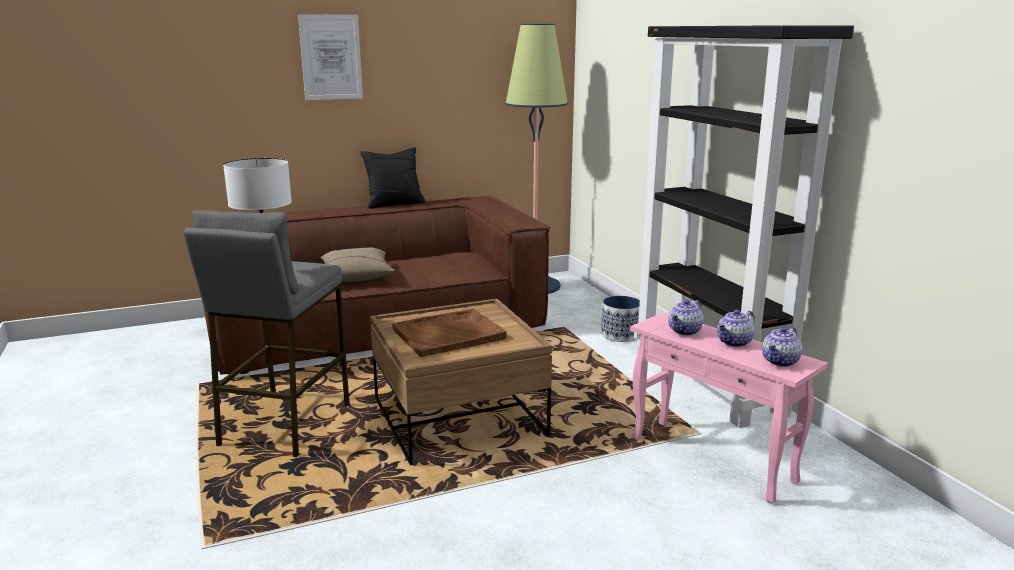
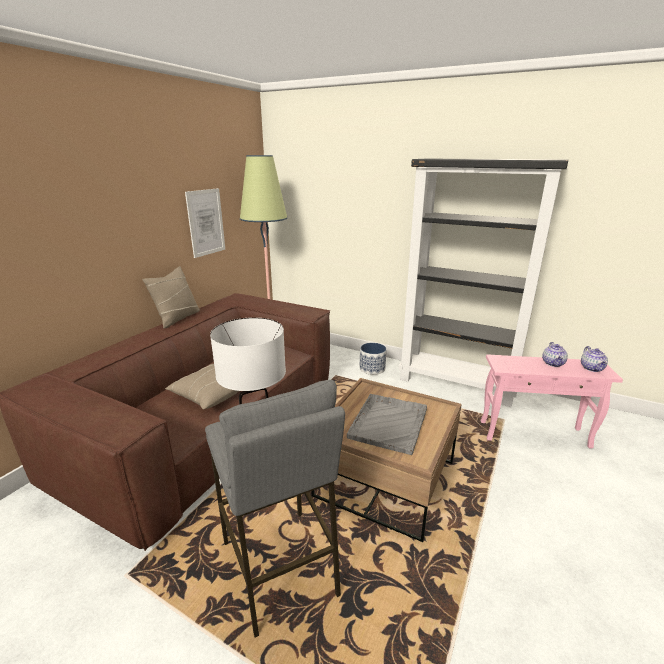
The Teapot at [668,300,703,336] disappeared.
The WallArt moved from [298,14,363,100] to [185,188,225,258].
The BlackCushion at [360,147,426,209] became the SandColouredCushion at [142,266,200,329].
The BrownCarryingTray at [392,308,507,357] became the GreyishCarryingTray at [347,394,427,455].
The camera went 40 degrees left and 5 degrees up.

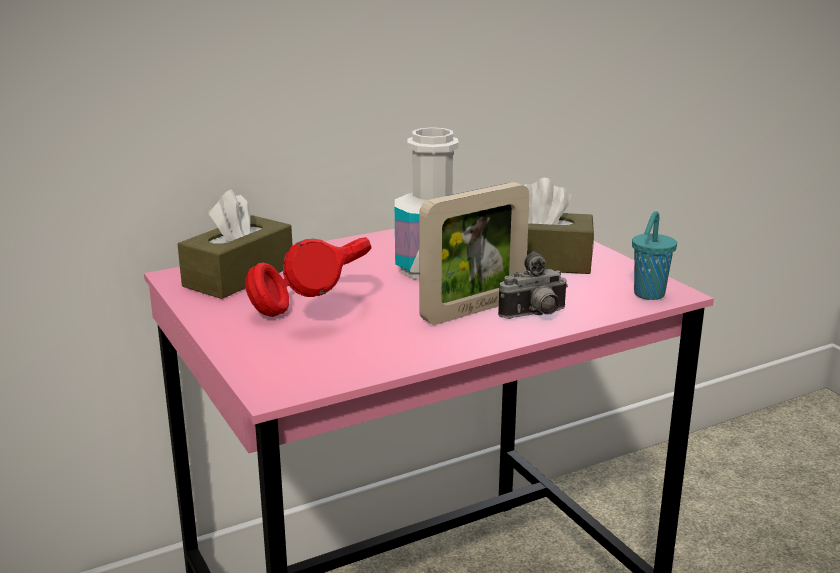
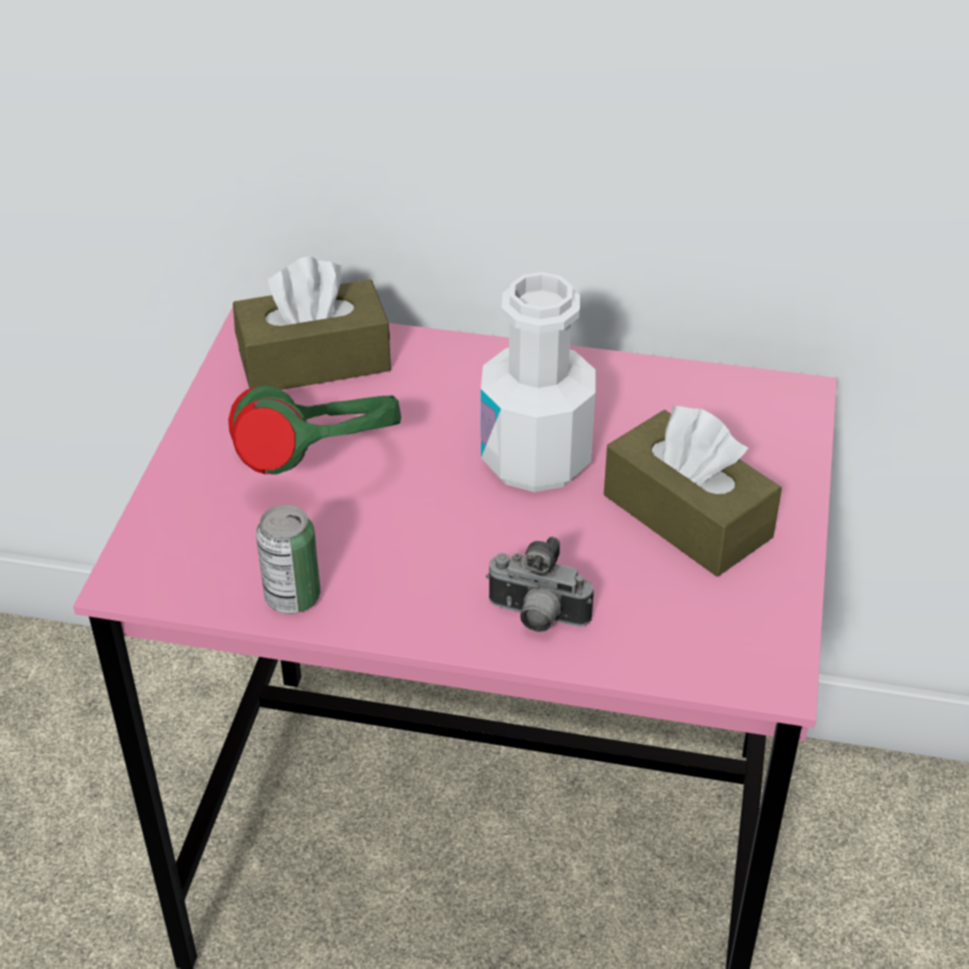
The PictureFrame at [419,182,530,325] disappeared.
The TurquoiseColouredDrinkingCup at [632,211,677,300] disappeared.
The SealedCan at [256,505,321,614] appeared.
The RedColouredHeadphones at [245,237,372,317] became the GreenColouredHeadphones at [228,386,401,474].
The camera went 40 degrees right and 20 degrees up.

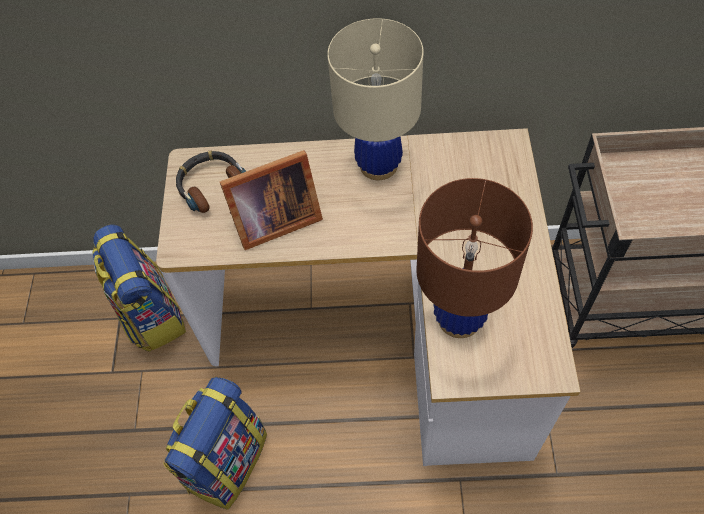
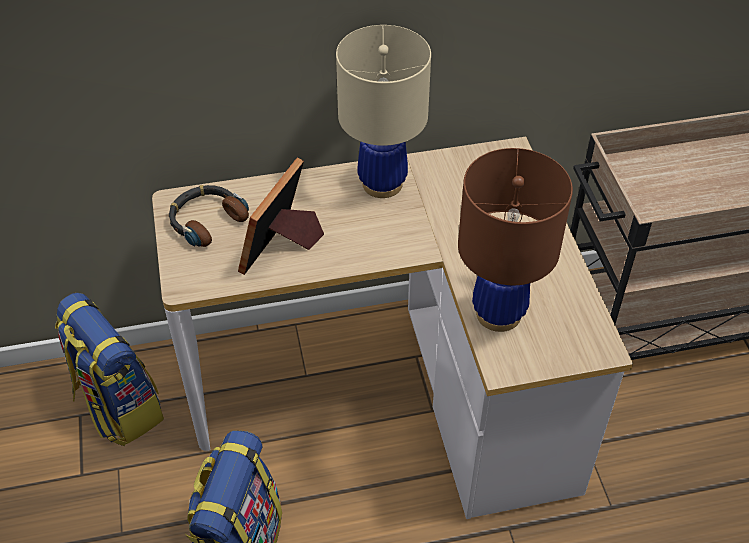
The PictureFrame at [220,150,323,250] turned 150 degrees clockwise.
The camera went 15 degrees left and 10 degrees down.

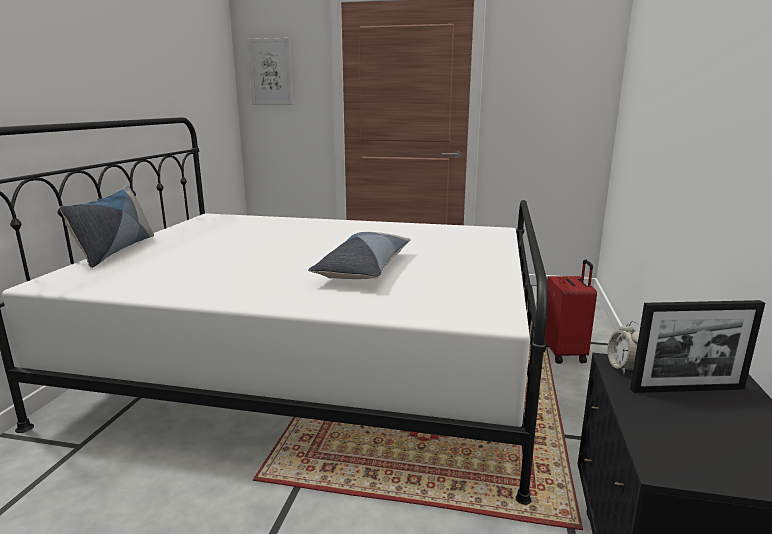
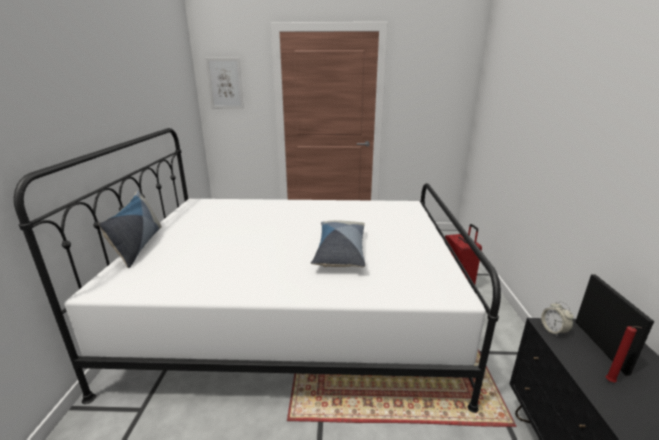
The RedColouredWaxCandle at [606,326,642,382] appeared.
The PictureFrame at [630,300,765,393] turned 75 degrees counterclockwise.
The camera went 10 degrees left and 5 degrees up.

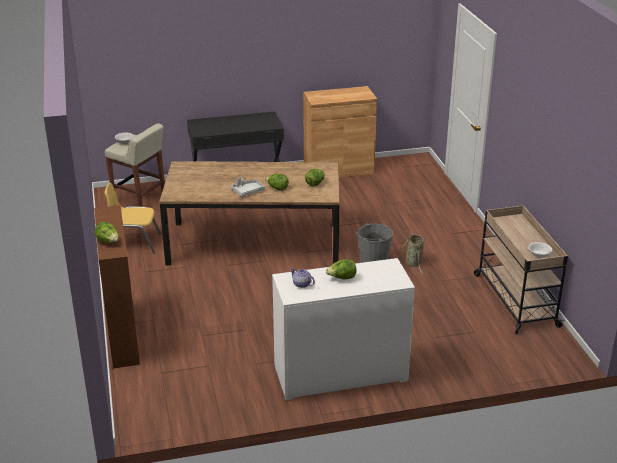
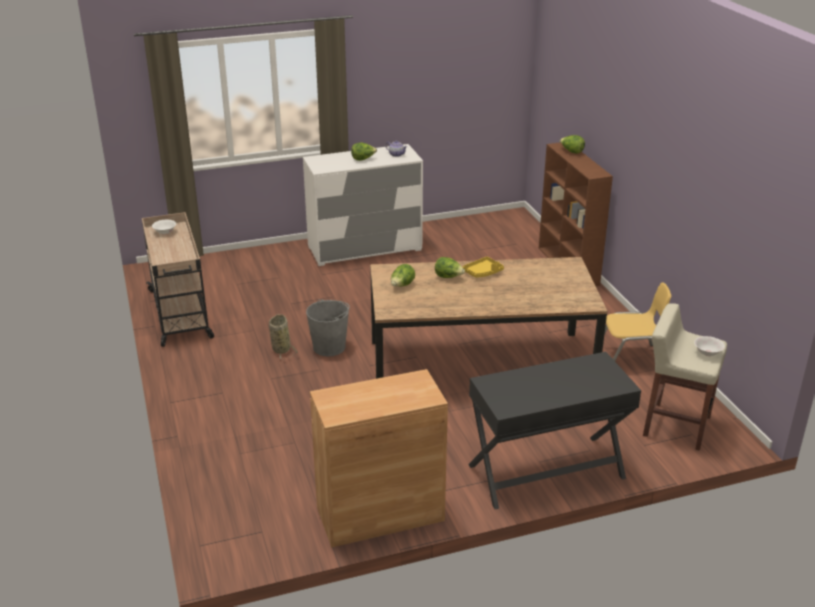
The GreyishCarryingTray at [231,178,265,196] became the YellowColouredCarryingTray at [463,257,504,278].
The camera went 175 degrees right and 0 degrees up.

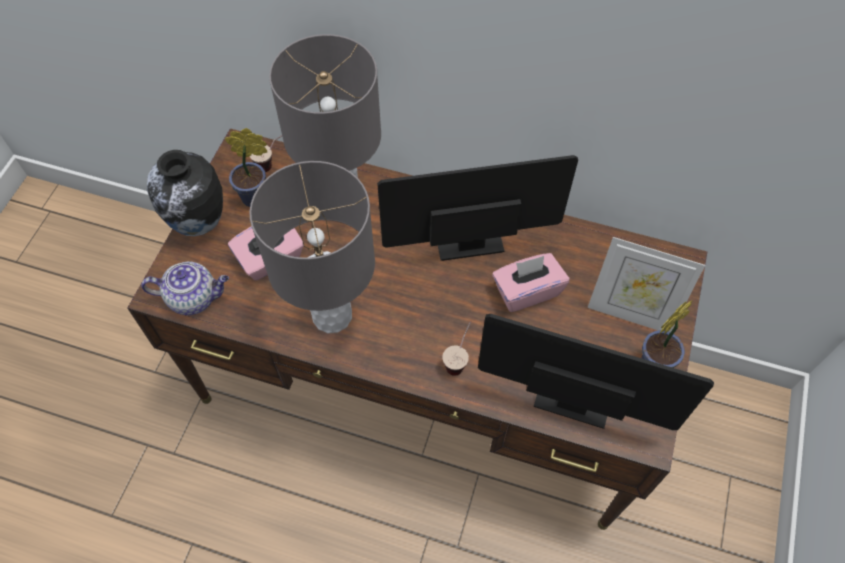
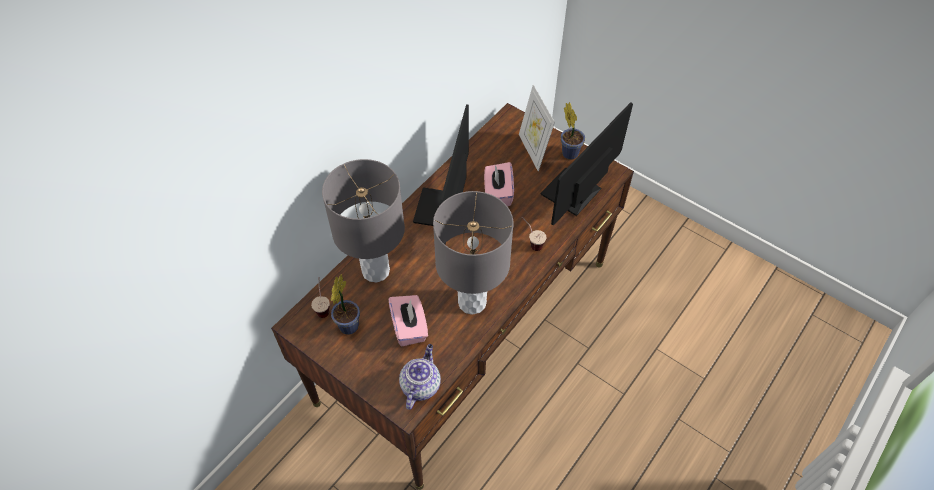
The FlowerVase at [147,150,223,236] disappeared.
The PictureFrame at [588,237,705,332] turned 120 degrees clockwise.
The camera went 70 degrees left and 5 degrees down.

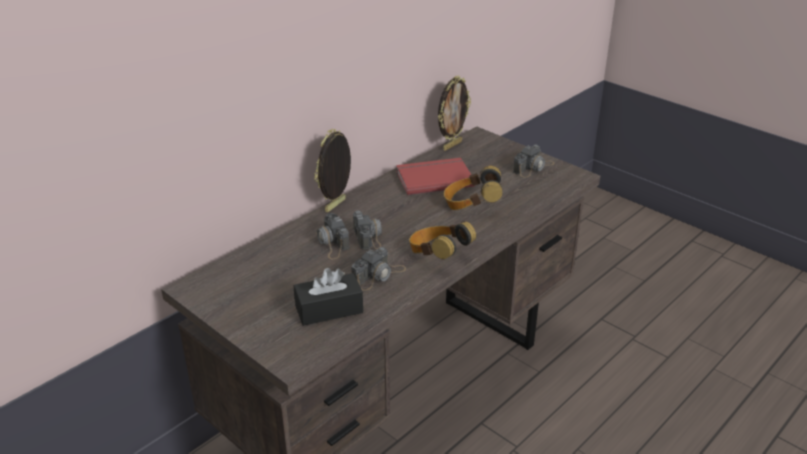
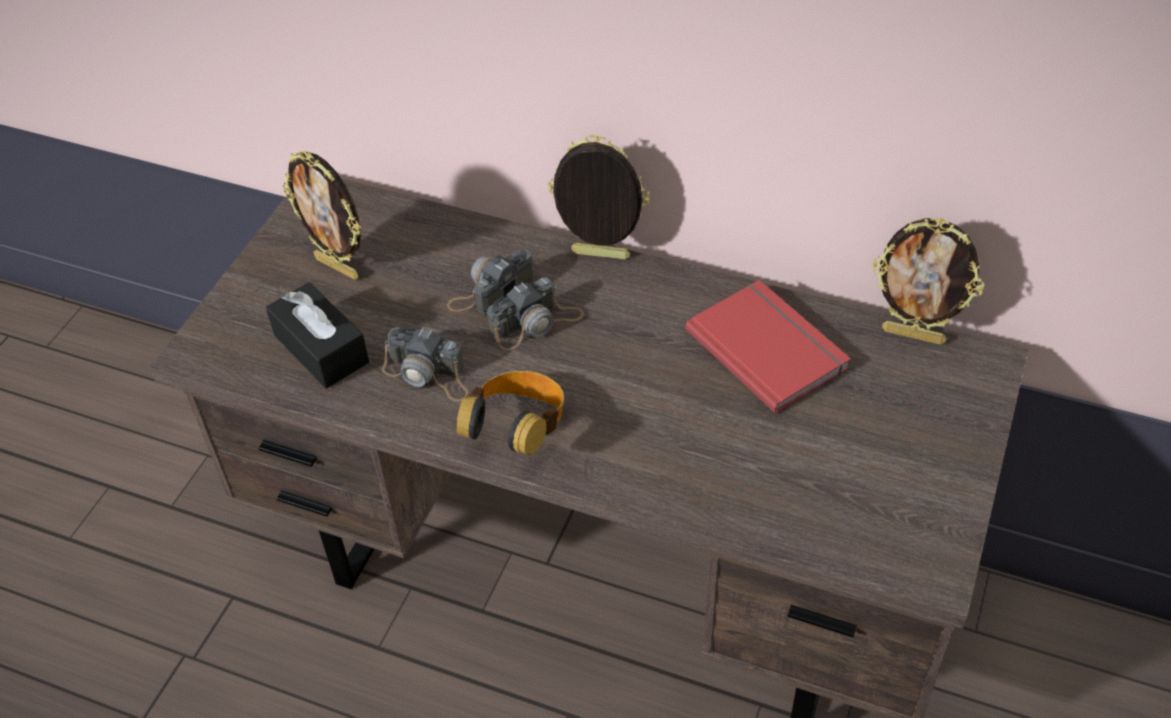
The Headphones at [444,166,502,210] disappeared.
The StillCamera at [513,145,554,178] disappeared.
The PictureFrame at [282,151,361,280] appeared.
The camera went 70 degrees right and 15 degrees up.

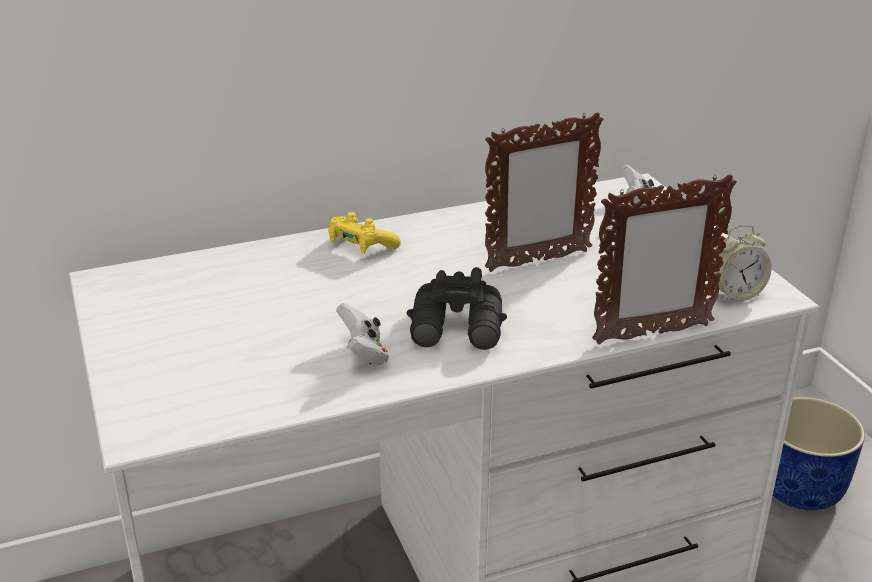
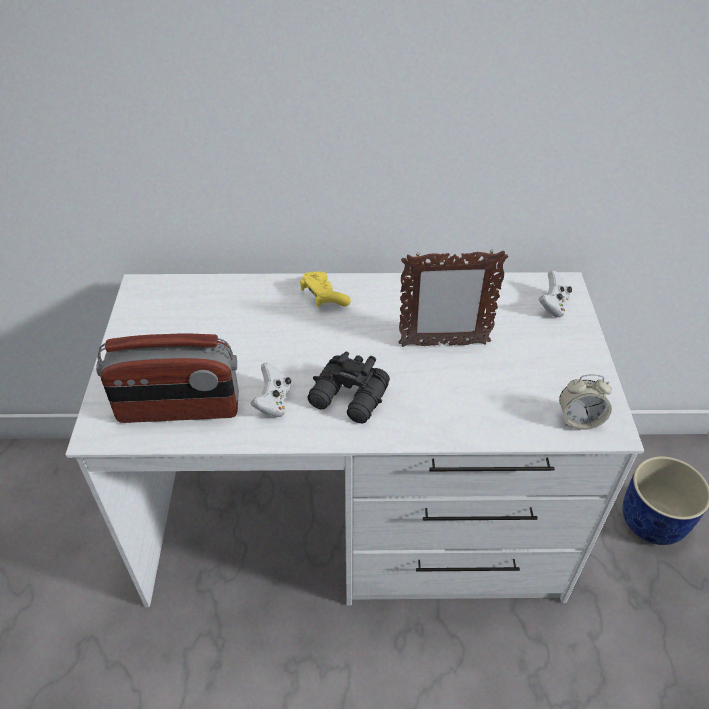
The PictureFrame at [592,174,737,344] disappeared.
The RadioReceiver at [96,333,239,423] appeared.
The camera went 20 degrees right and 15 degrees up.

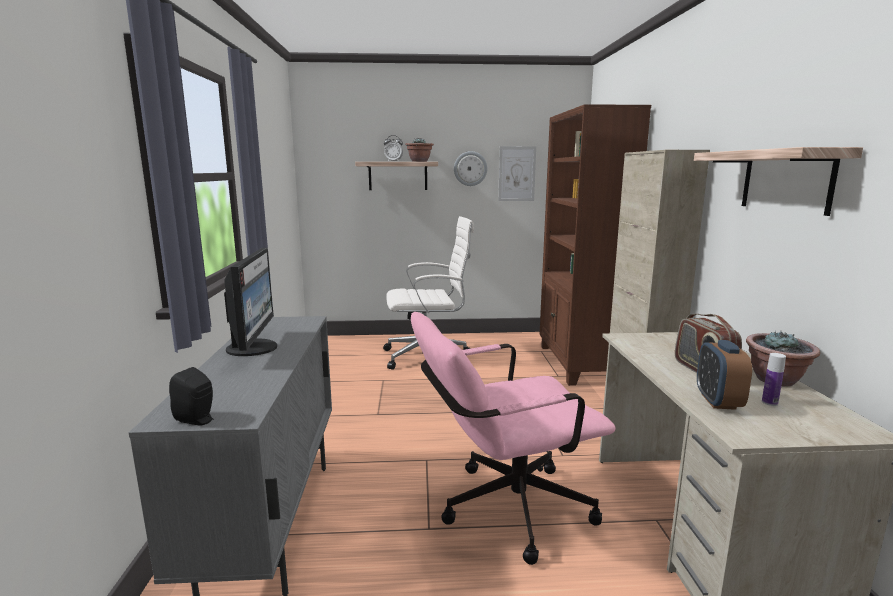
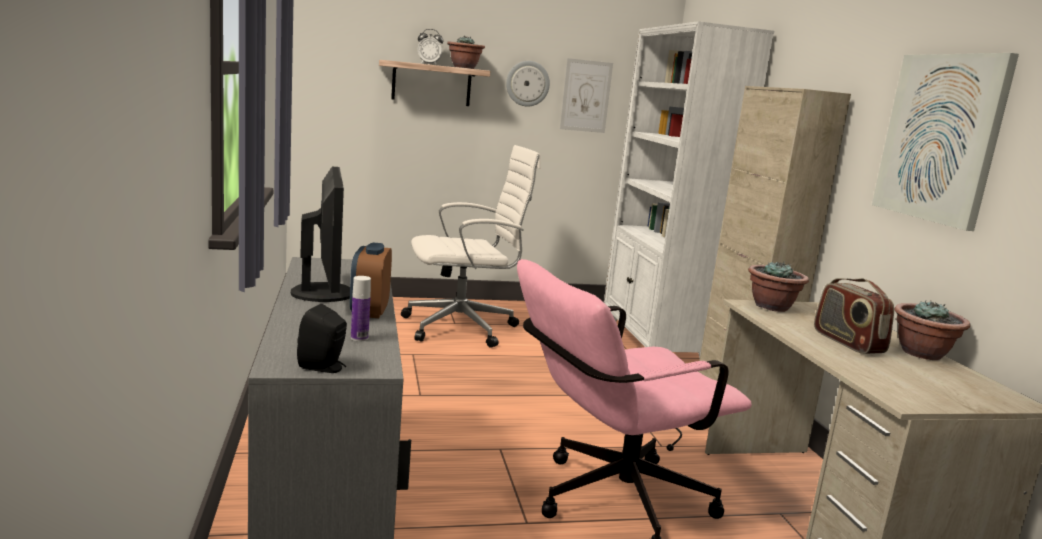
The PottedPlant at [748,261,809,312] appeared.
The BedsideClock moved from [697,340,752,410] to [350,243,392,318].
The DrinkBottle moved from [762,353,786,406] to [351,276,371,341].
The WallShelf at [694,147,863,216] was replaced by the WallArt at [872,53,1019,231].
The BrownBookshelf at [539,104,651,386] became the WhiteBookshelf at [604,21,774,358].
The camera went 10 degrees left and 0 degrees up.

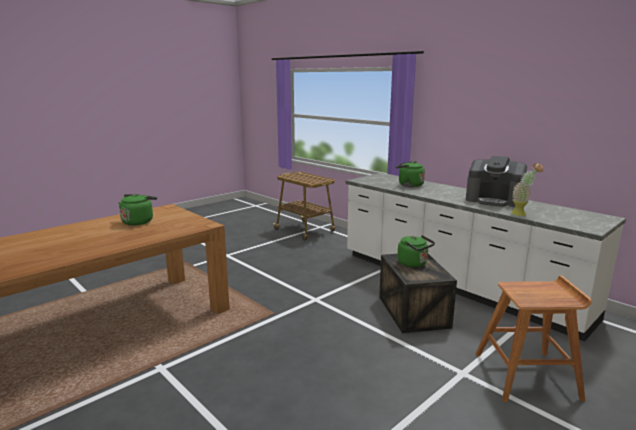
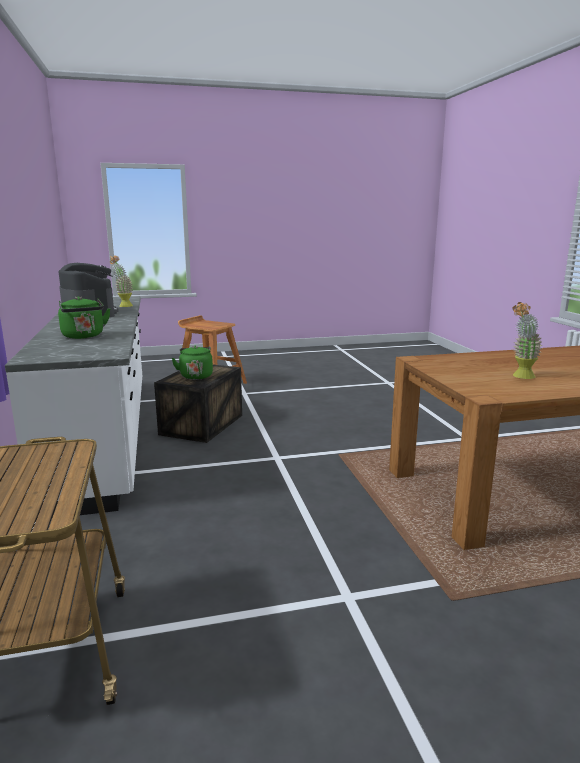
The GreenColouredTeaKettle at [118,194,157,225] was replaced by the PottedPlant at [512,302,543,379].
The camera went 150 degrees left and 0 degrees up.

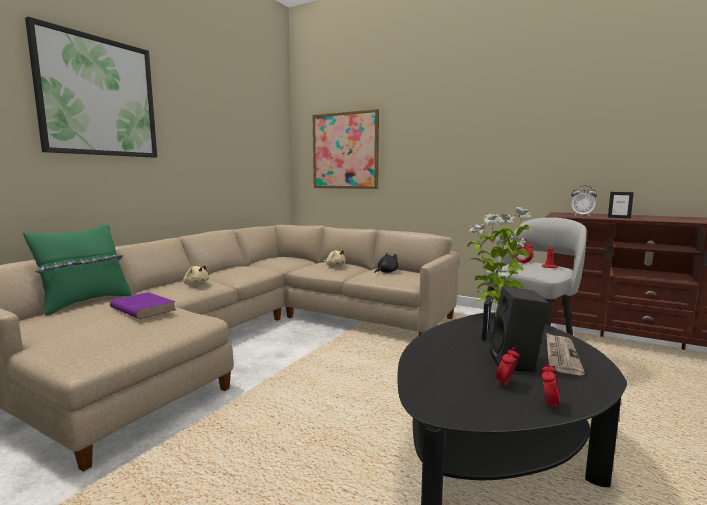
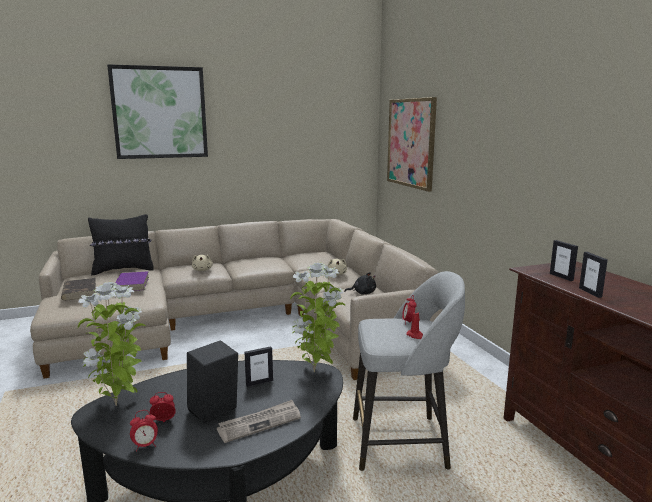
The BrownBook at [61,278,96,301] appeared.
The PottedPlant at [78,282,146,406] appeared.
The BedsideClock at [571,185,597,216] was replaced by the PictureFrame at [550,240,578,281].
The GreenColouredCushion at [23,224,131,316] became the BlackCushion at [88,214,154,276].
The camera went 40 degrees right and 5 degrees up.

